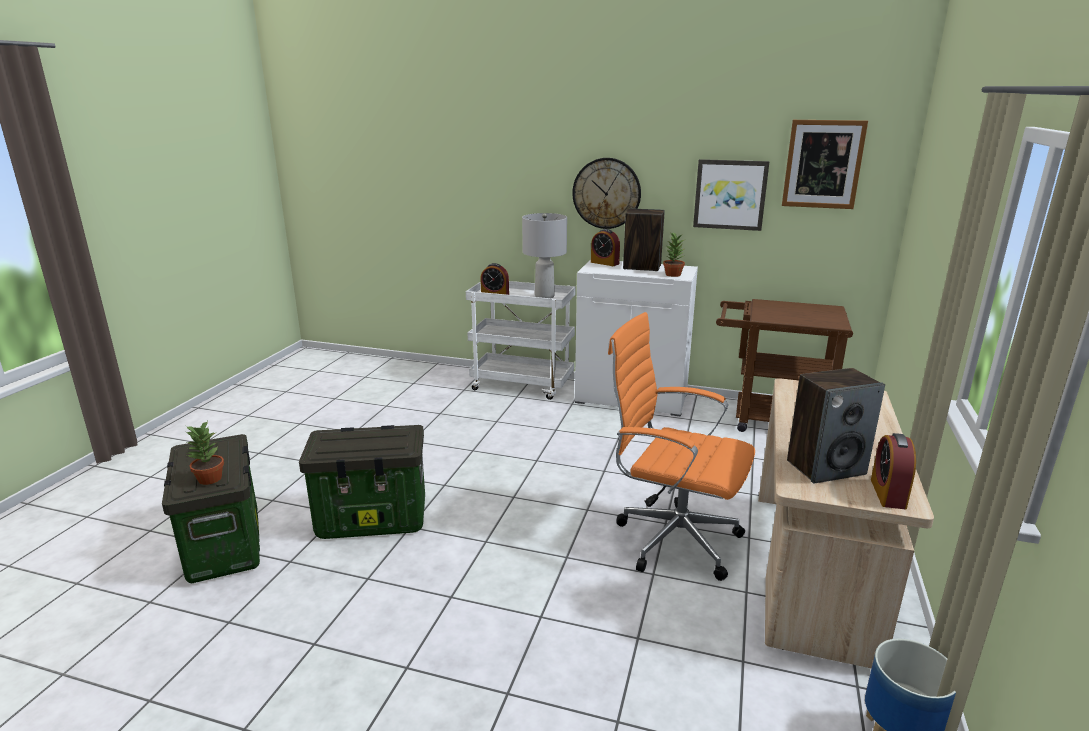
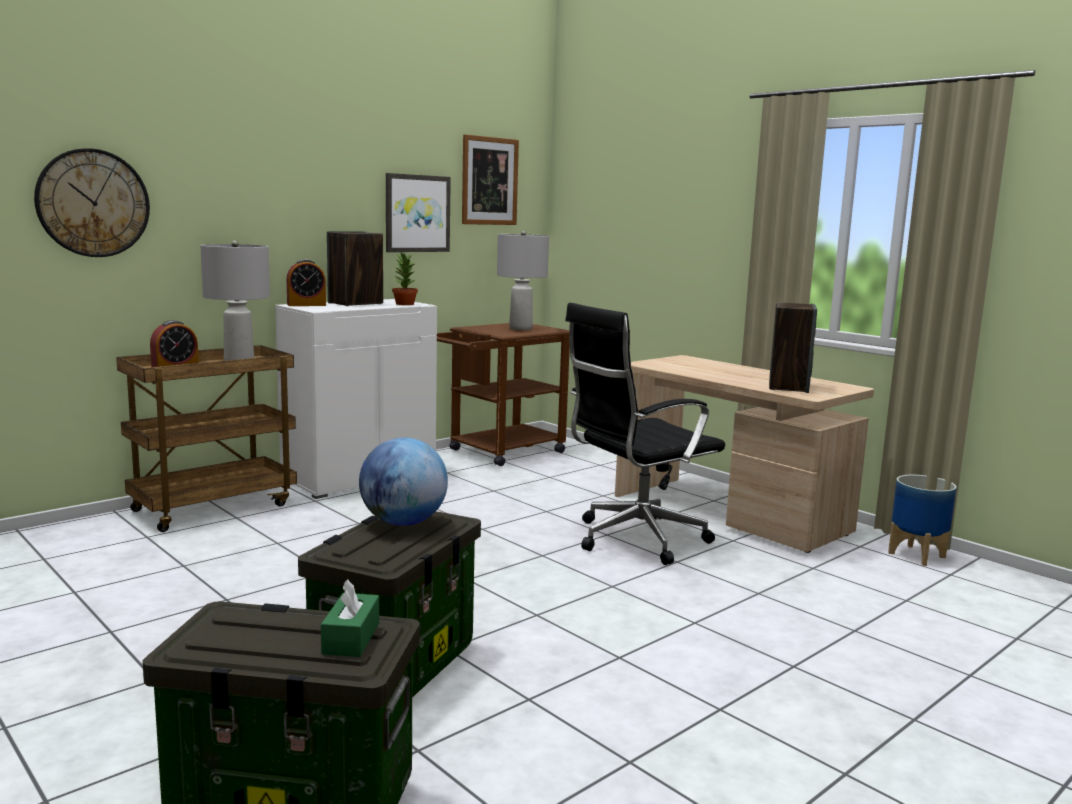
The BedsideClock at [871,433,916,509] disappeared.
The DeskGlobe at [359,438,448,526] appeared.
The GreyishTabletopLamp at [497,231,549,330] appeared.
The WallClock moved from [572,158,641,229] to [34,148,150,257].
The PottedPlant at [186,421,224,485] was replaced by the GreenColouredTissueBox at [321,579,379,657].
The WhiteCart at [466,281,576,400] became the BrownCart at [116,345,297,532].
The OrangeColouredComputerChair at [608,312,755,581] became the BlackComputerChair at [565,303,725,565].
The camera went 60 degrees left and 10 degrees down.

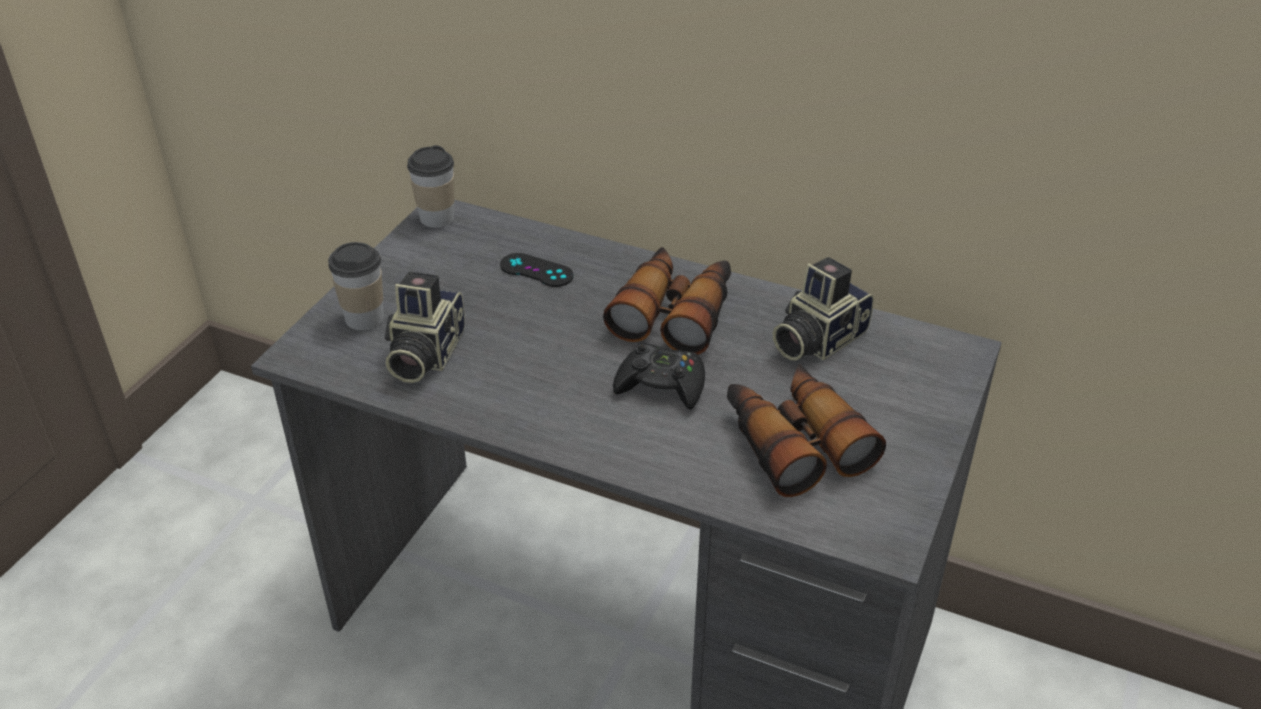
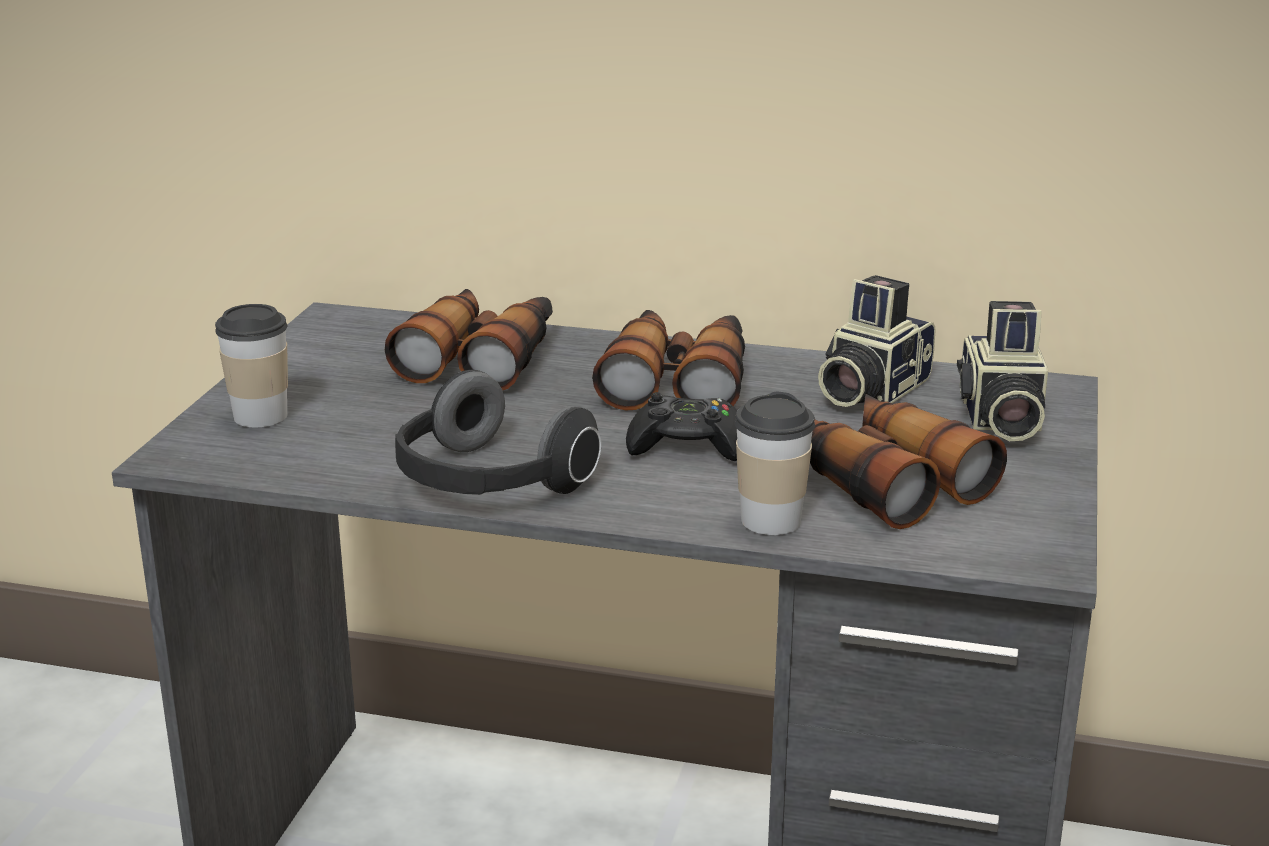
The Headphones at [395,370,601,495] appeared.
The StillCamera moved from [384,271,465,383] to [957,301,1048,441].
The DrinkingCup moved from [407,145,455,228] to [734,392,815,535].
The BlackGameController at [500,253,573,287] was replaced by the PairOfBinoculars at [385,289,553,390].
The camera went 10 degrees left and 15 degrees down.

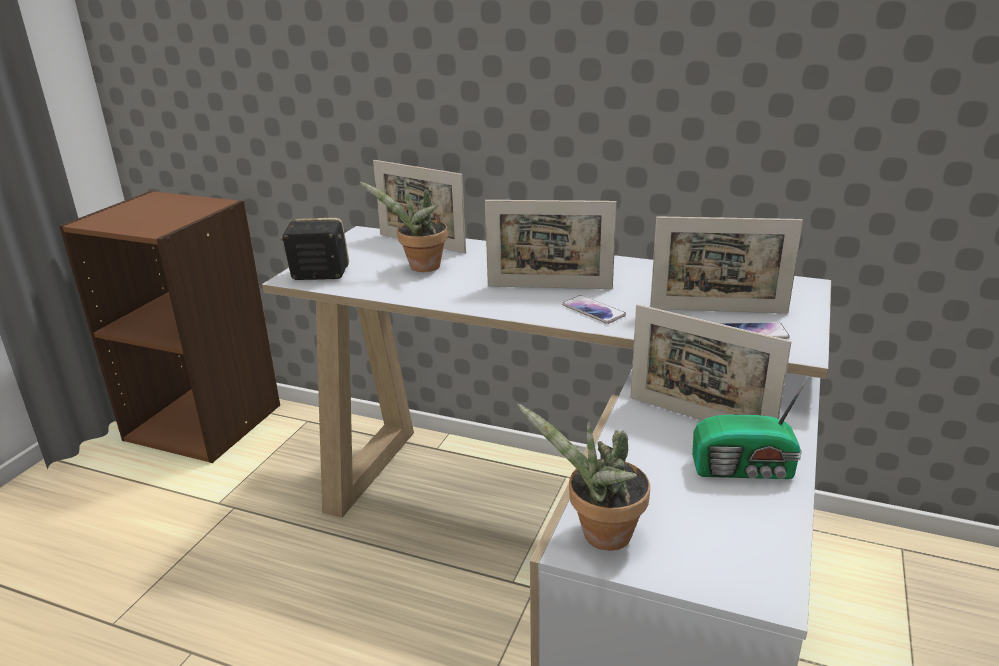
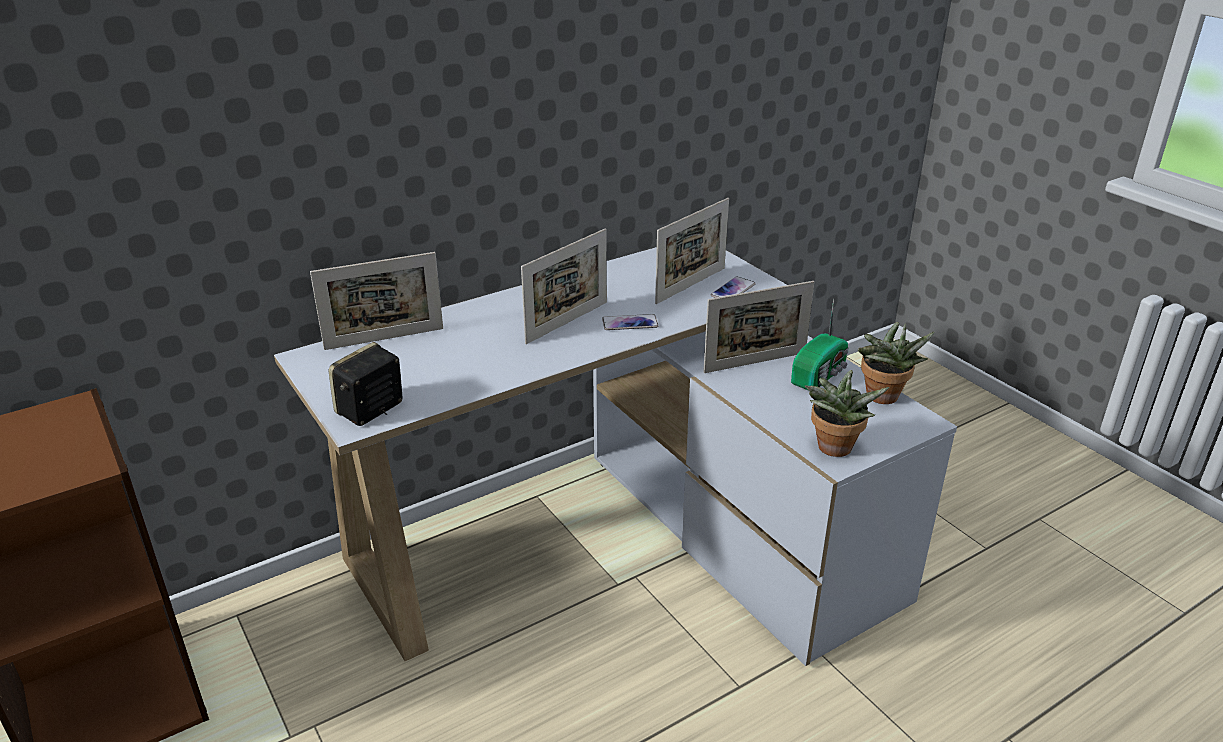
The PottedPlant moved from [359,181,448,272] to [858,322,934,404].
The camera went 55 degrees left and 5 degrees up.

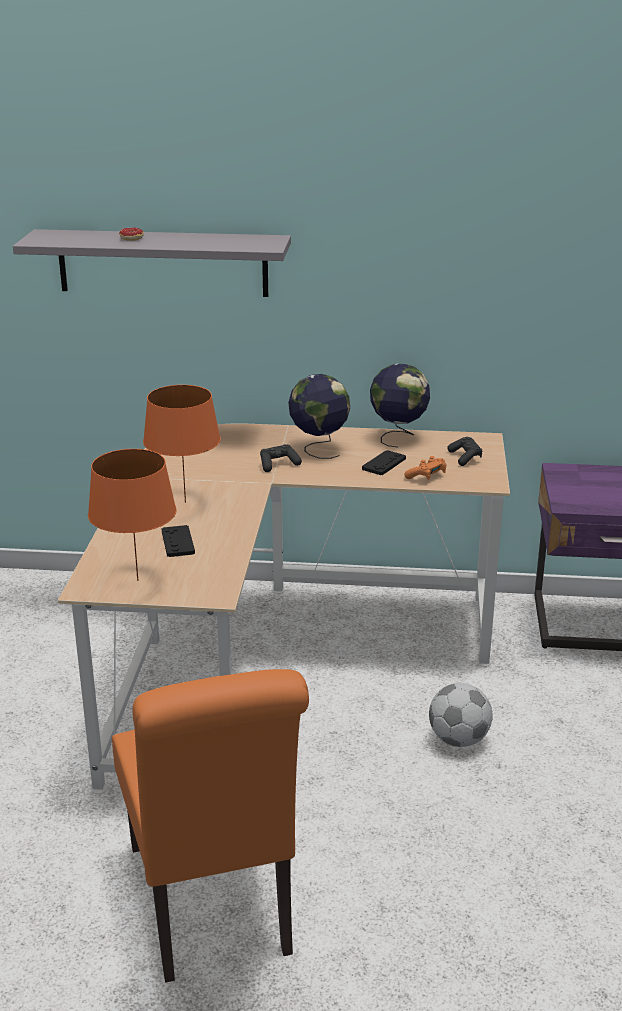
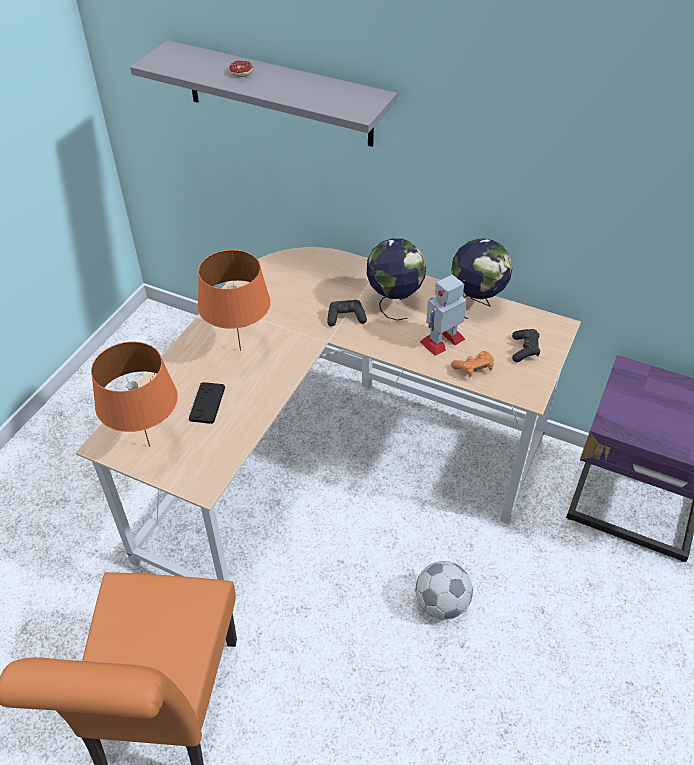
The BlackGameController at [362,450,406,475] was replaced by the ModelRobot at [420,274,467,356].
The camera went 20 degrees right and 20 degrees up.

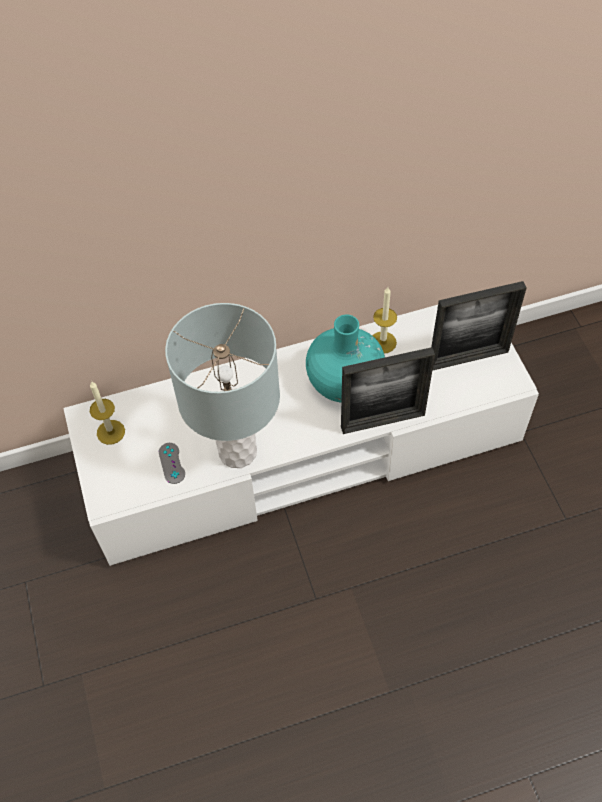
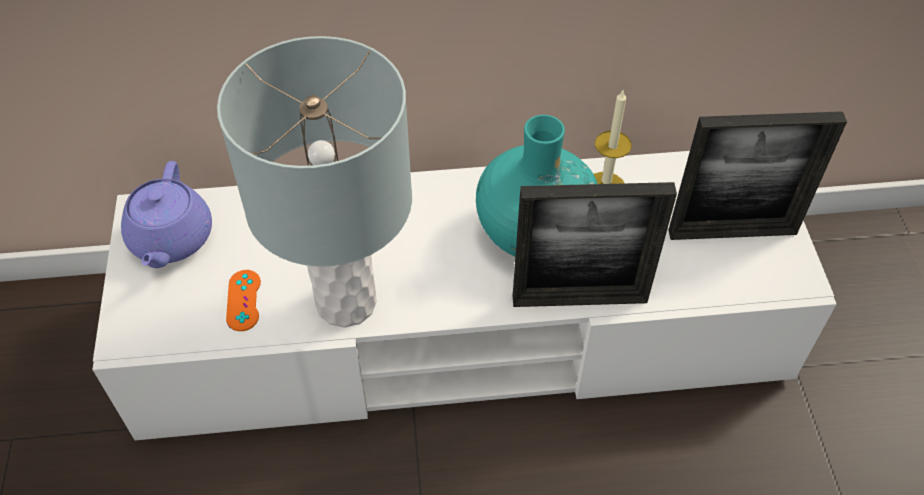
The WaxCandle at [90,381,125,445] was replaced by the PurpleColouredTeapot at [121,161,212,268].
The GreyishGameController at [159,443,185,484] became the OrangeColouredGameController at [226,270,261,331].
The camera went 10 degrees right and 5 degrees down.

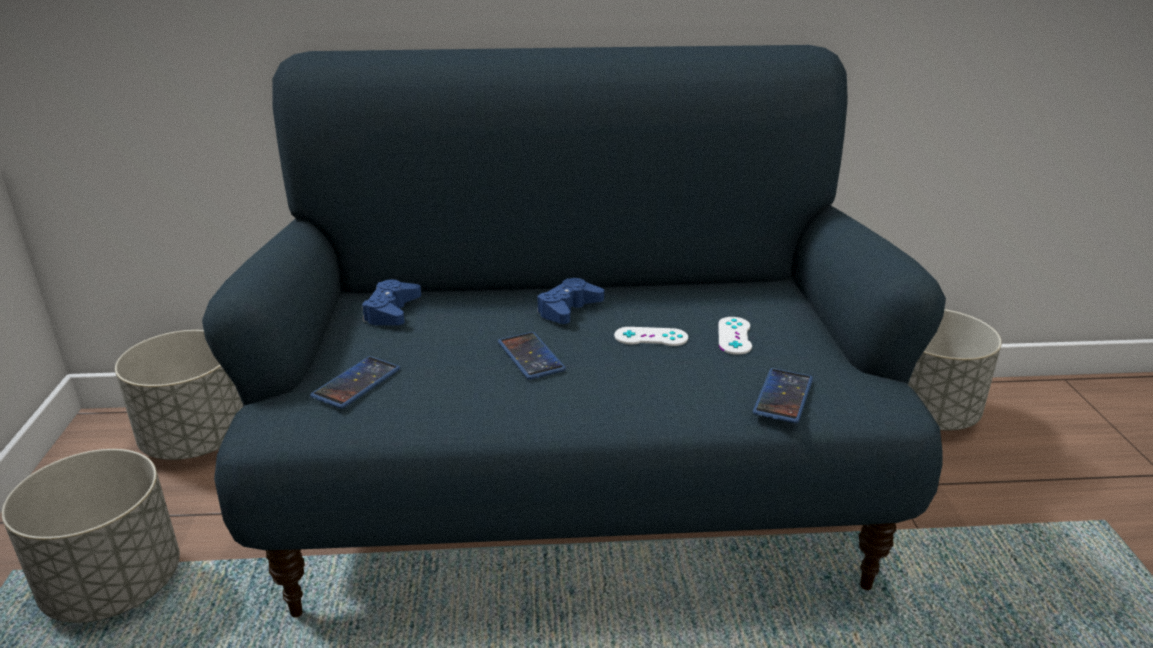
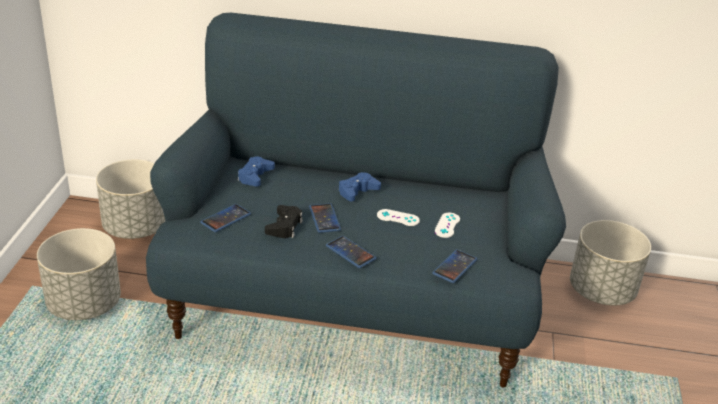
The BlackGameController at [265,205,303,238] appeared.
The Telephone at [326,236,376,268] appeared.
The camera went 10 degrees right and 5 degrees up.

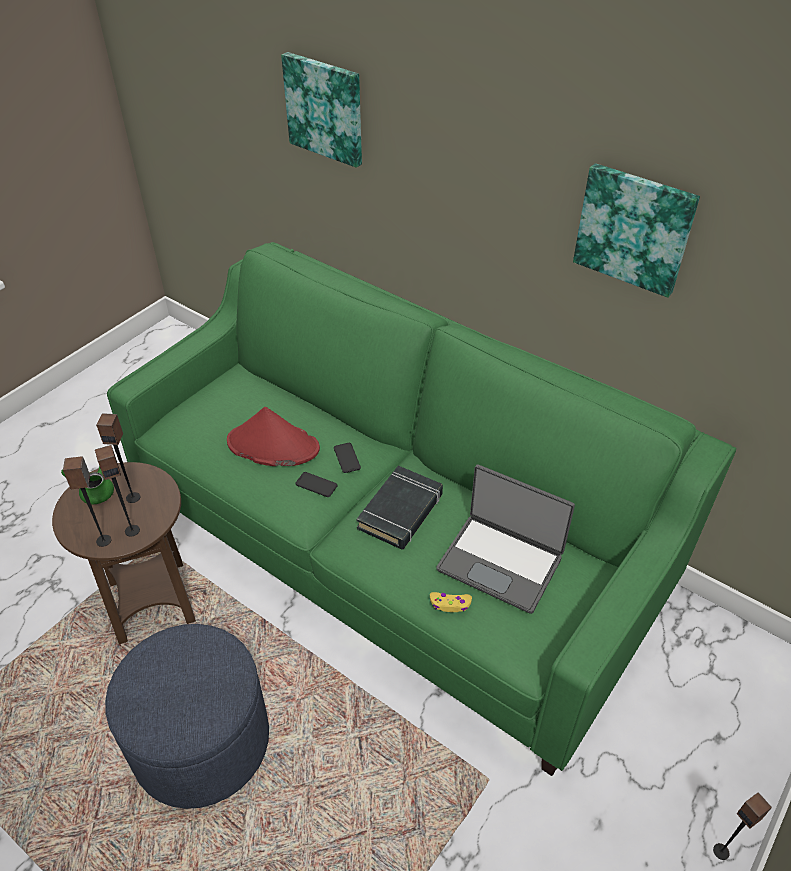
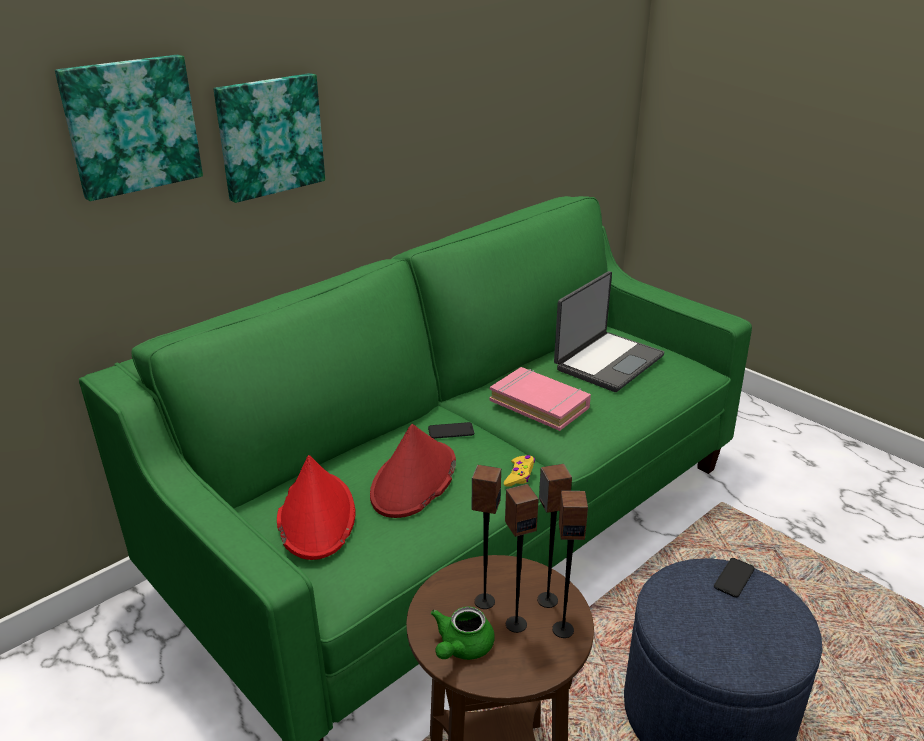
The RedColouredClothingHat at [277,455,356,560] appeared.
The Telephone moved from [296,472,337,497] to [714,558,755,597].
The YellowColouredGameController moved from [430,592,472,612] to [504,455,535,487].
The WallArt moved from [573,163,700,298] to [214,73,325,203].
The Loudspeaker moved from [713,792,772,860] to [505,484,539,633].
The BlackBook at [356,466,443,549] became the PinkishBook at [489,367,591,431].
The camera went 80 degrees left and 15 degrees down.

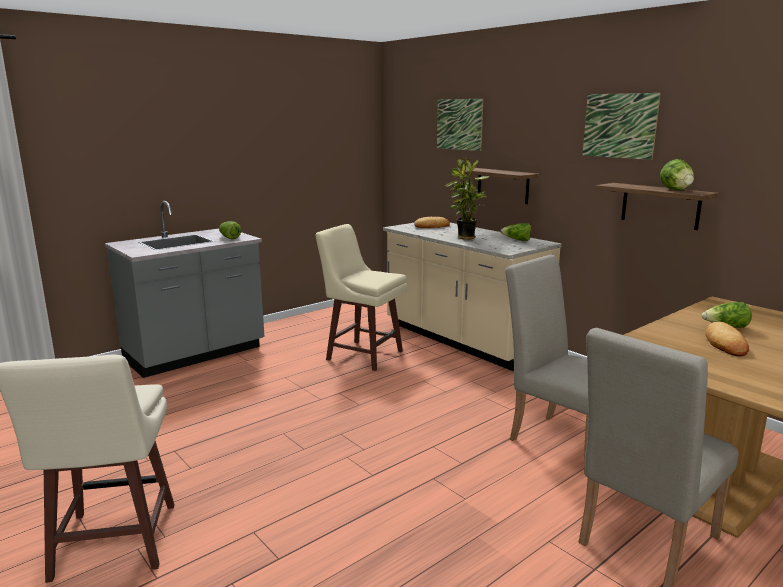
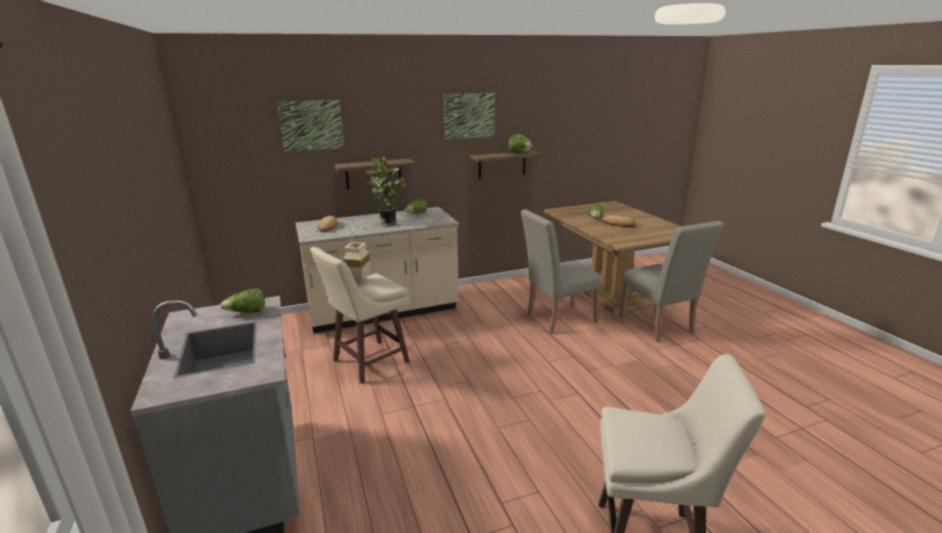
The SandColouredFlowerVase at [342,242,370,284] appeared.
The camera went 70 degrees left and 5 degrees up.

